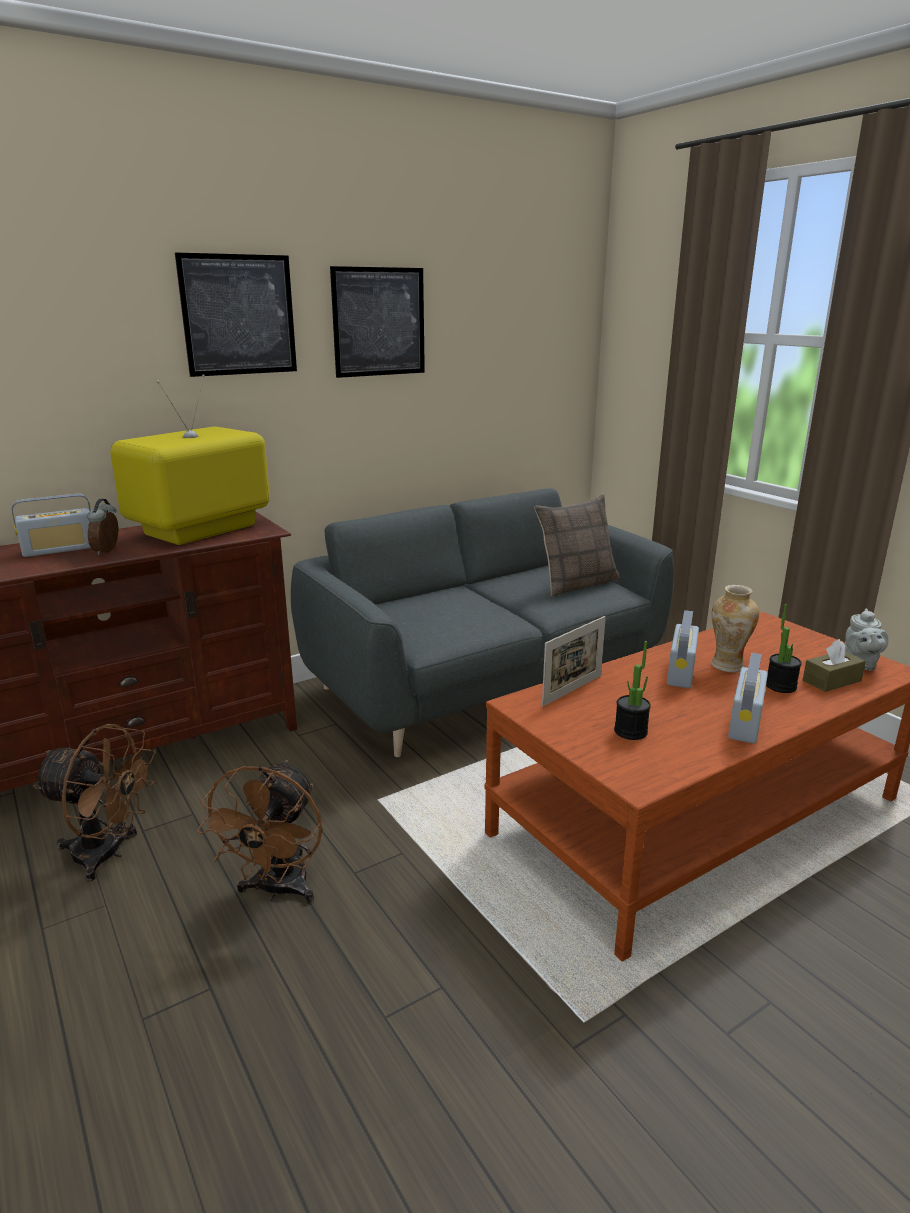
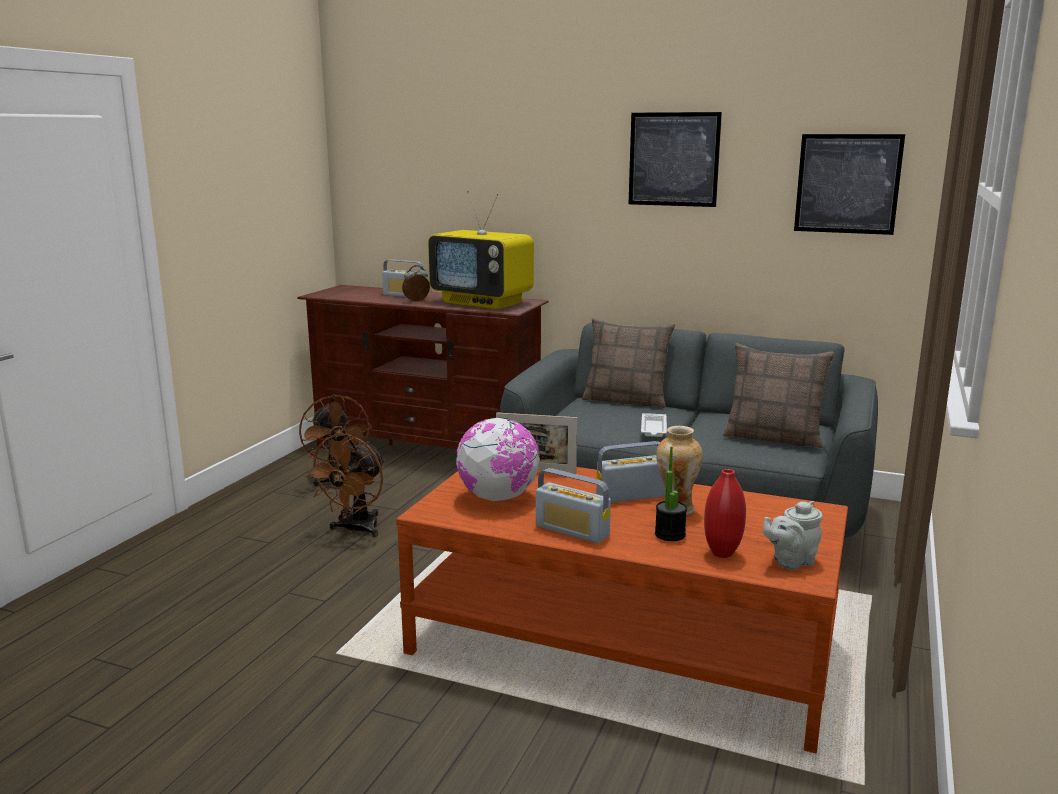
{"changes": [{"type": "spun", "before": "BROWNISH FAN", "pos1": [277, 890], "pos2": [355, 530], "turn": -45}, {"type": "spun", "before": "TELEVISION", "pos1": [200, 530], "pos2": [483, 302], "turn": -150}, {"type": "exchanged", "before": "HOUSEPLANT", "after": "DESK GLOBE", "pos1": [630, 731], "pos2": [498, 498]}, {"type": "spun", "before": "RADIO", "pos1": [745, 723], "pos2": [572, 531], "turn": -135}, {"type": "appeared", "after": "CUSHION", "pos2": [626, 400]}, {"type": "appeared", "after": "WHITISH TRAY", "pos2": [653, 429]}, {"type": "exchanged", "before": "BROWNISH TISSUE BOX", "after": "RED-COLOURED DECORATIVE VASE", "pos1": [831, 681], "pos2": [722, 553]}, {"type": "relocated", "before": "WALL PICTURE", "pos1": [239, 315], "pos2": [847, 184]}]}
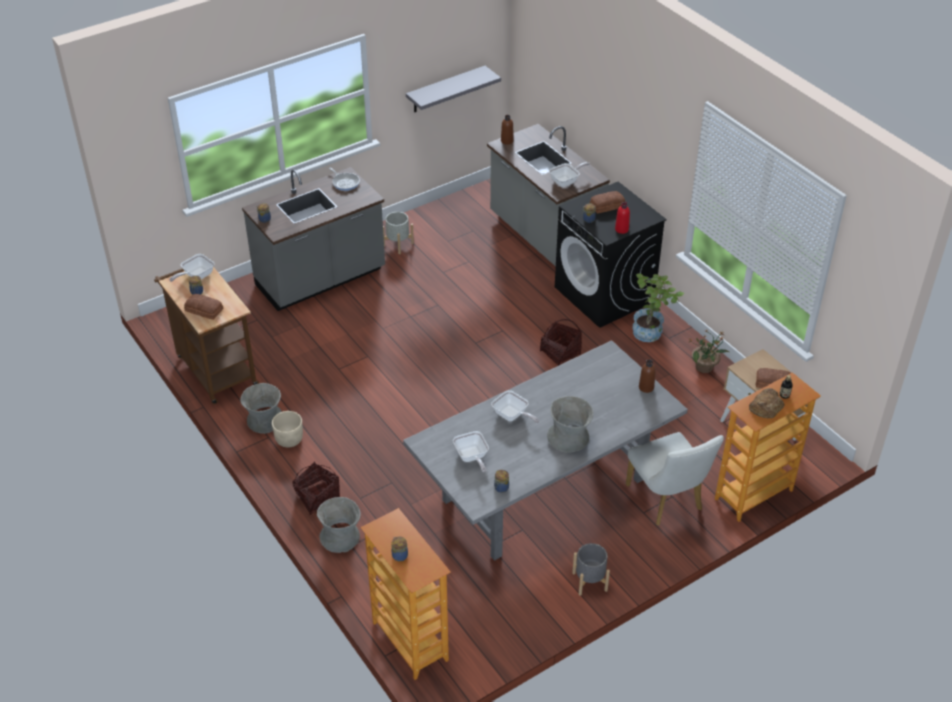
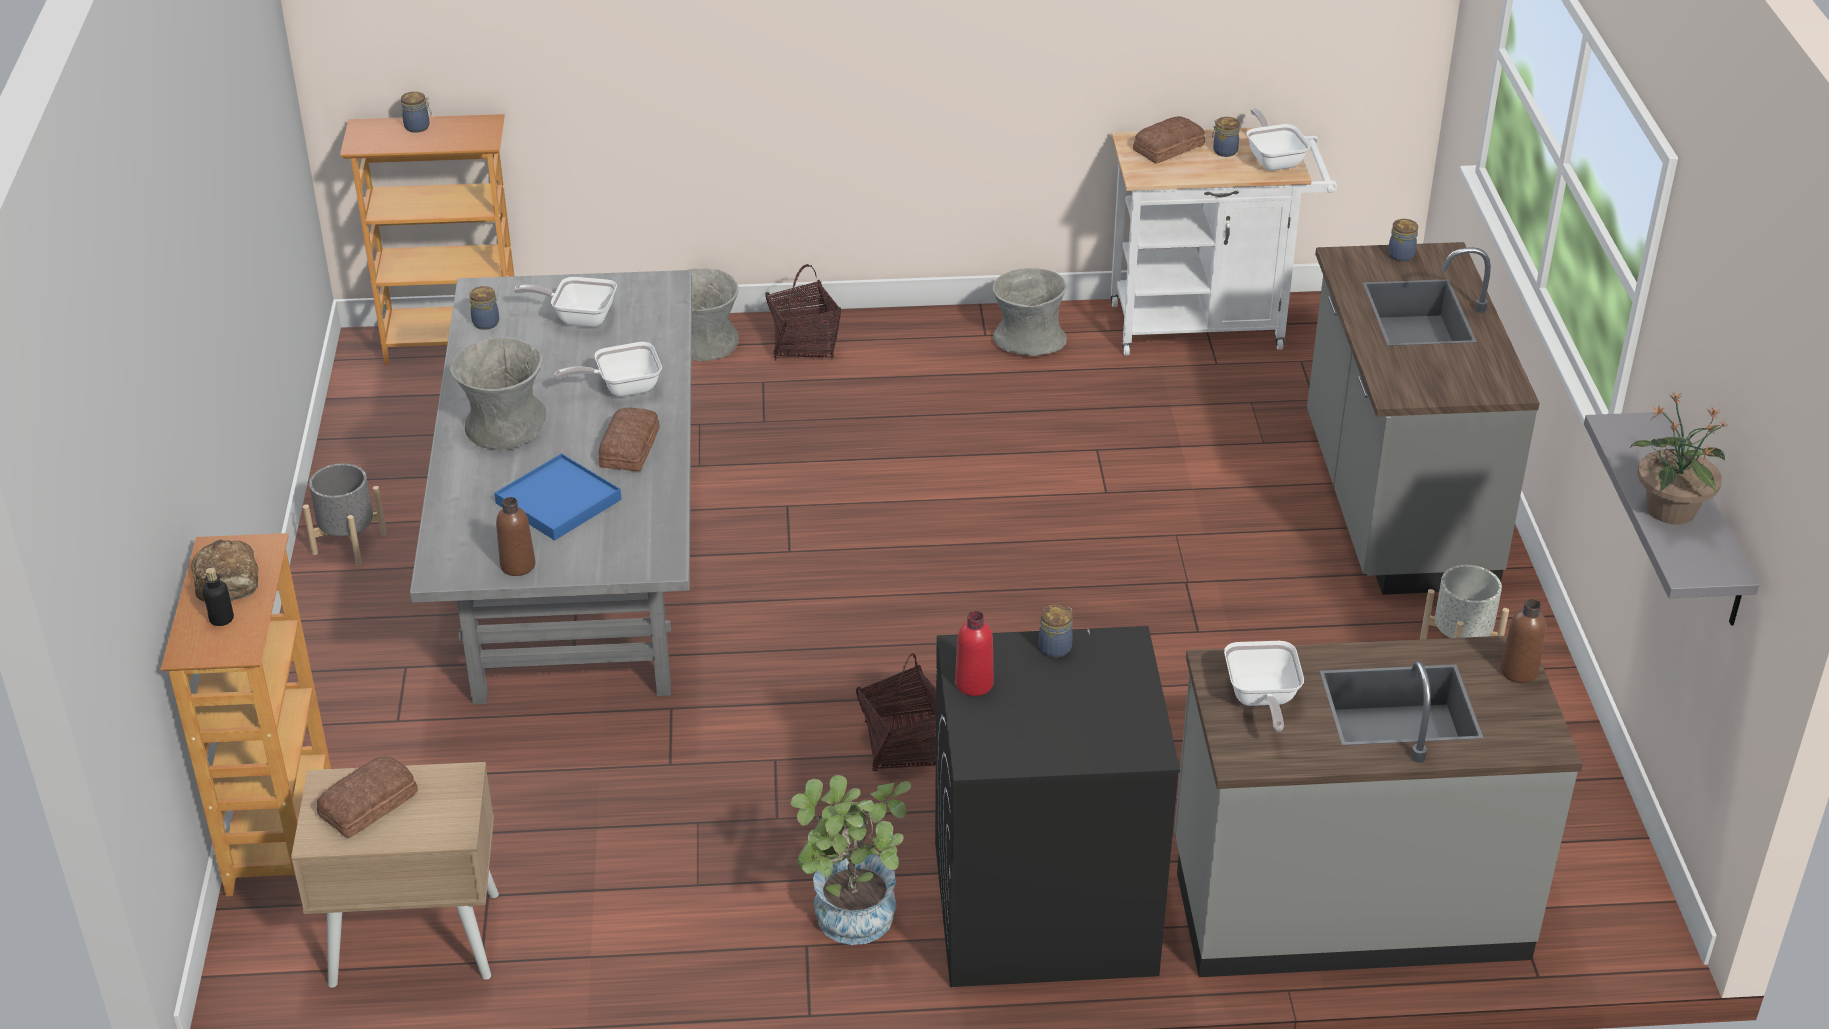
{"changes": [{"type": "appeared", "after": "BLUE-COLOURED TRAY", "pos2": [558, 501]}, {"type": "relocated", "before": "BREAD", "pos1": [606, 205], "pos2": [631, 447]}, {"type": "colour", "before": "BROWNISH TROLLEY", "after": "WHITISH TROLLEY", "pos1": [214, 368], "pos2": [1208, 325]}, {"type": "relocated", "before": "HOUSEPLANT", "pos1": [705, 367], "pos2": [1670, 510]}, {"type": "missing", "before": "BEIGE-COLOURED FLOWER POT", "pos1": [289, 439]}, {"type": "missing", "before": "SKILLET", "pos1": [345, 182]}, {"type": "missing", "before": "WHITISH CHAIR", "pos1": [667, 501]}]}
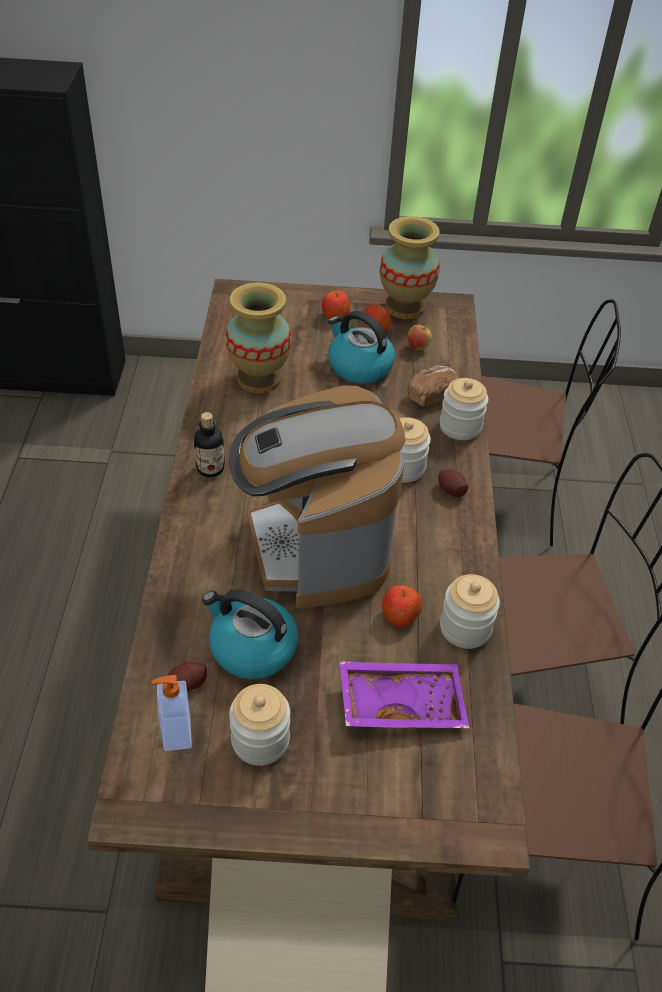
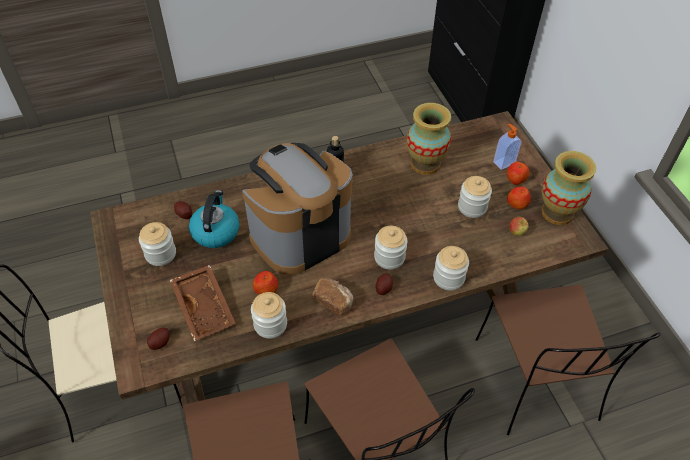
{"changes": [{"type": "appeared", "after": "SPUD", "pos2": [160, 342]}, {"type": "colour", "before": "PURPLE TRAY", "after": "BROWNISH TRAY", "pos1": [401, 702], "pos2": [205, 307]}, {"type": "relocated", "before": "BREAD", "pos1": [431, 395], "pos2": [333, 301]}, {"type": "exchanged", "before": "WATER KETTLE", "after": "JAR", "pos1": [359, 366], "pos2": [472, 207]}, {"type": "relocated", "before": "SOAP DISPENSER", "pos1": [175, 733], "pos2": [503, 162]}]}
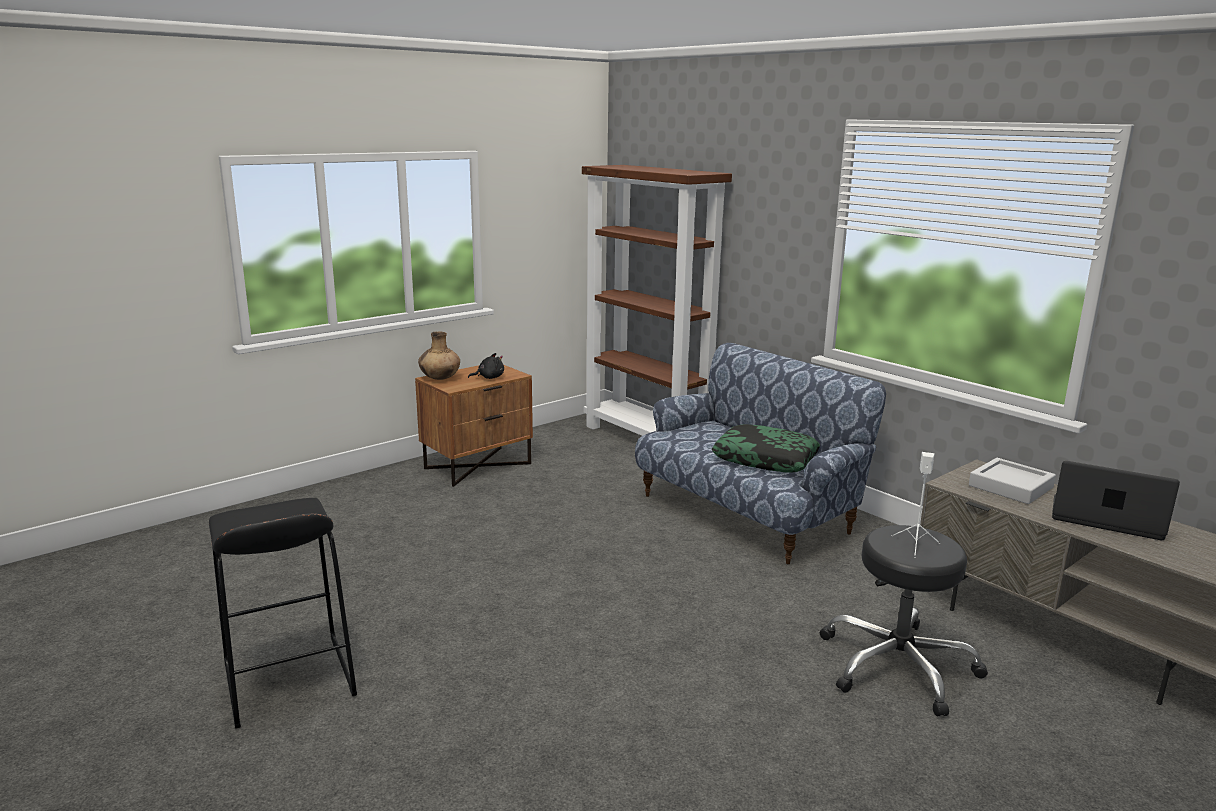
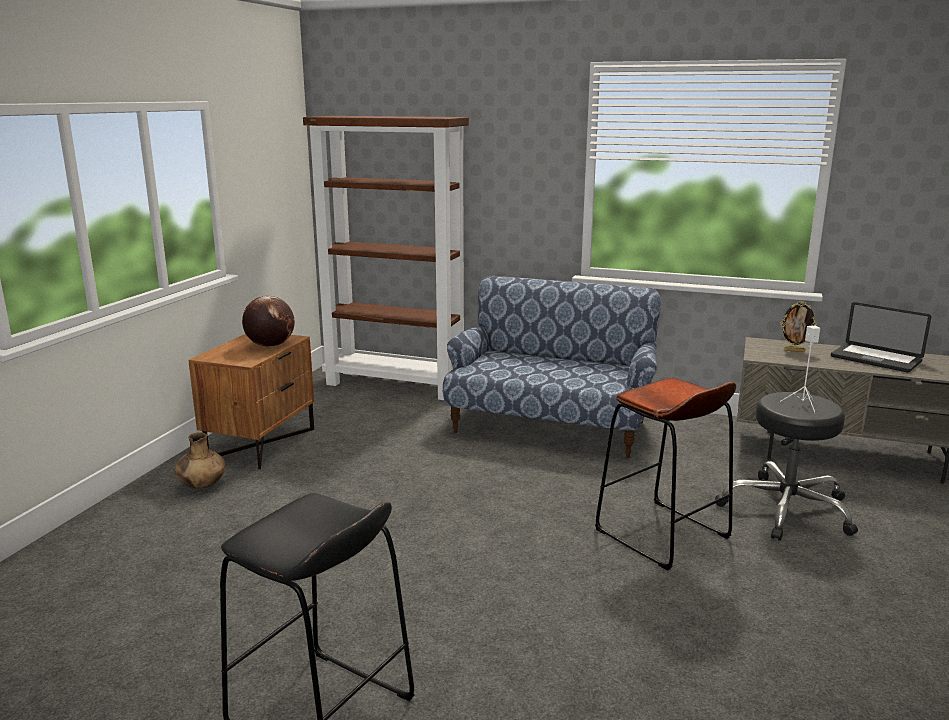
{"changes": [{"type": "relocated", "before": "BROWNISH DECORATIVE VASE", "pos1": [440, 378], "pos2": [202, 485]}, {"type": "exchanged", "before": "BLACK-COLOURED CUDDLY TOY", "after": "DESK GLOBE", "pos1": [489, 377], "pos2": [270, 346]}, {"type": "appeared", "after": "BROWNISH STOOL", "pos2": [662, 534]}, {"type": "exchanged", "before": "GREY TRAY", "after": "PICTURE FRAME", "pos1": [1010, 486], "pos2": [794, 350]}, {"type": "spun", "before": "LAPTOP", "pos1": [1106, 519], "pos2": [875, 359], "turn": -135}, {"type": "missing", "before": "CUSHION", "pos1": [765, 459]}]}
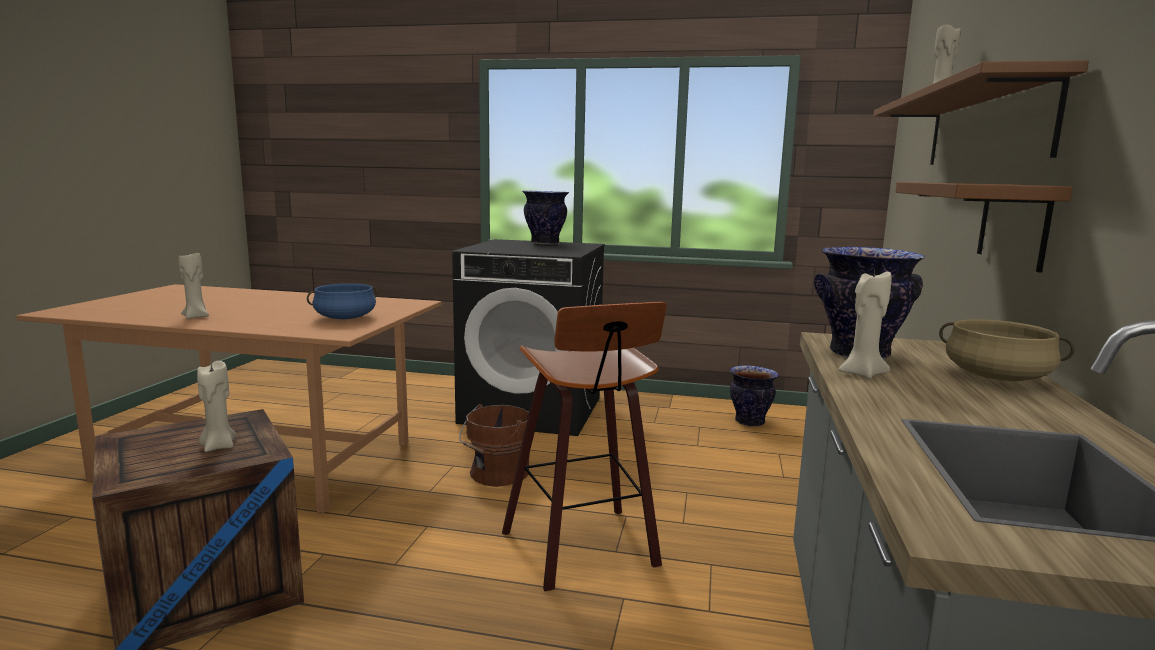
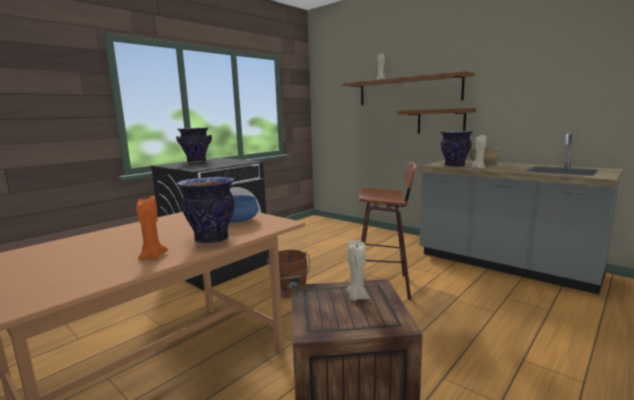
{"changes": [{"type": "colour", "before": "BEIGE-COLOURED WAX CANDLE", "after": "ORANGE WAX CANDLE", "pos1": [196, 317], "pos2": [152, 256]}, {"type": "relocated", "before": "DECORATIVE VASE", "pos1": [750, 422], "pos2": [212, 239]}]}
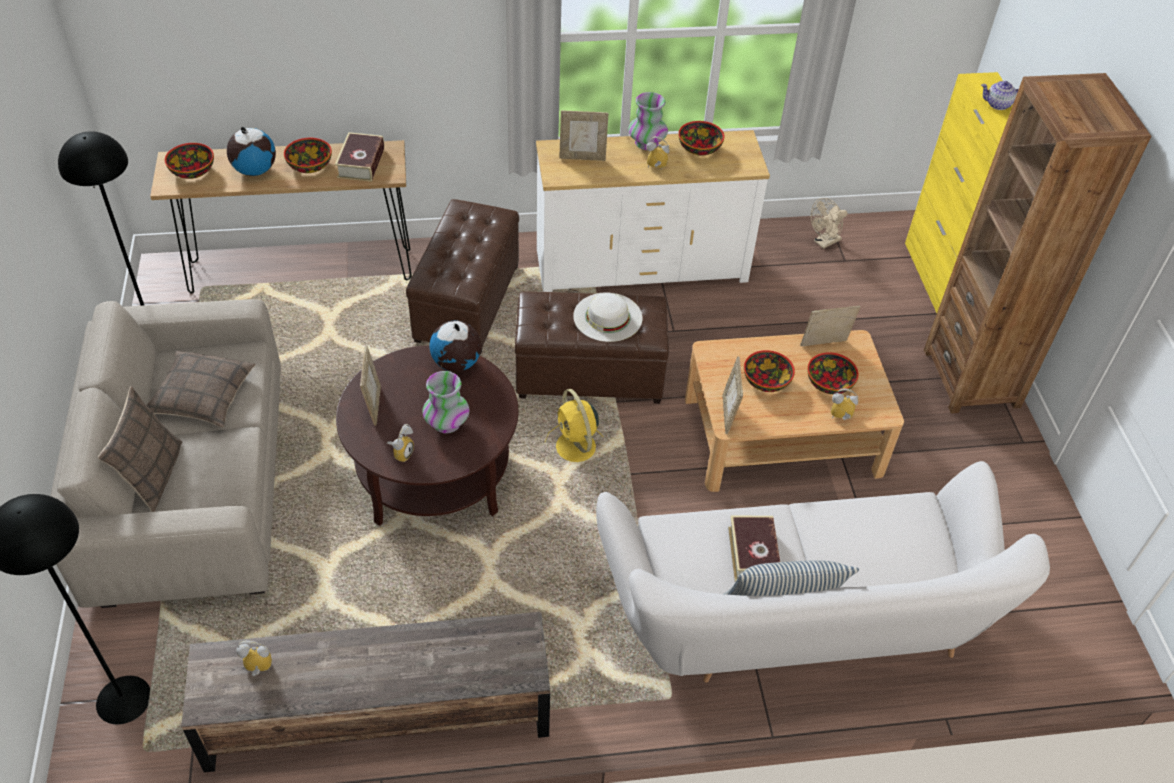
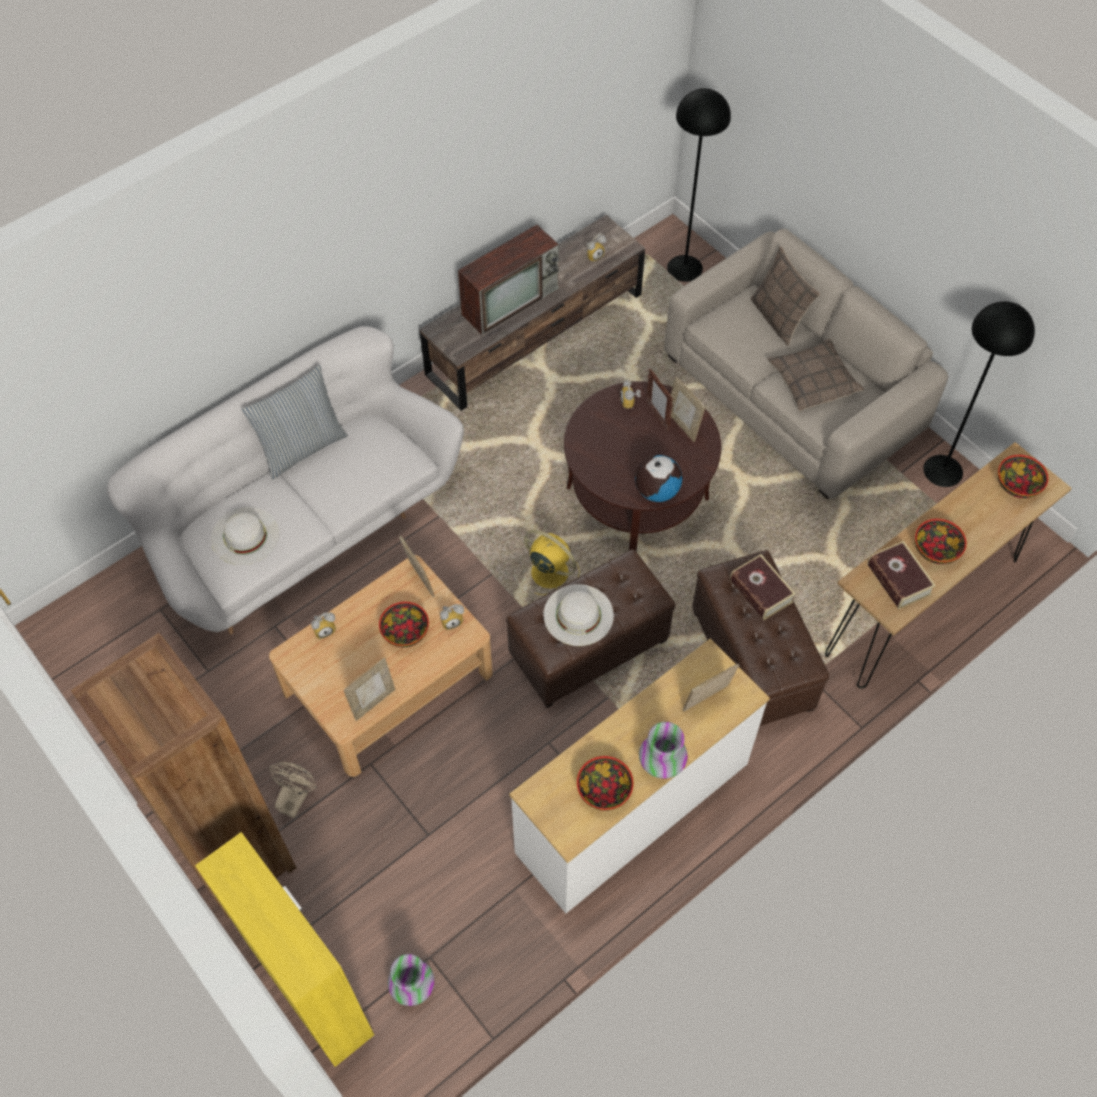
{"changes": [{"type": "appeared", "after": "WHITISH WEARABLE HAT", "pos2": [245, 536]}, {"type": "relocated", "before": "BEIGE-COLOURED FAN", "pos1": [824, 242], "pos2": [295, 797]}, {"type": "relocated", "before": "DECORATIVE VASE", "pos1": [446, 423], "pos2": [413, 986]}, {"type": "relocated", "before": "BEDSIDE CLOCK", "pos1": [655, 168], "pos2": [452, 620]}, {"type": "appeared", "after": "TELEVISION", "pos2": [511, 300]}, {"type": "appeared", "after": "PICTURE FRAME", "pos2": [657, 416]}, {"type": "relocated", "before": "BOOK", "pos1": [753, 553], "pos2": [760, 591]}, {"type": "missing", "before": "DESK GLOBE", "pos1": [255, 170]}, {"type": "missing", "before": "SERVING BOWL", "pos1": [829, 383]}, {"type": "missing", "before": "POT FOR TEA", "pos1": [998, 105]}]}
